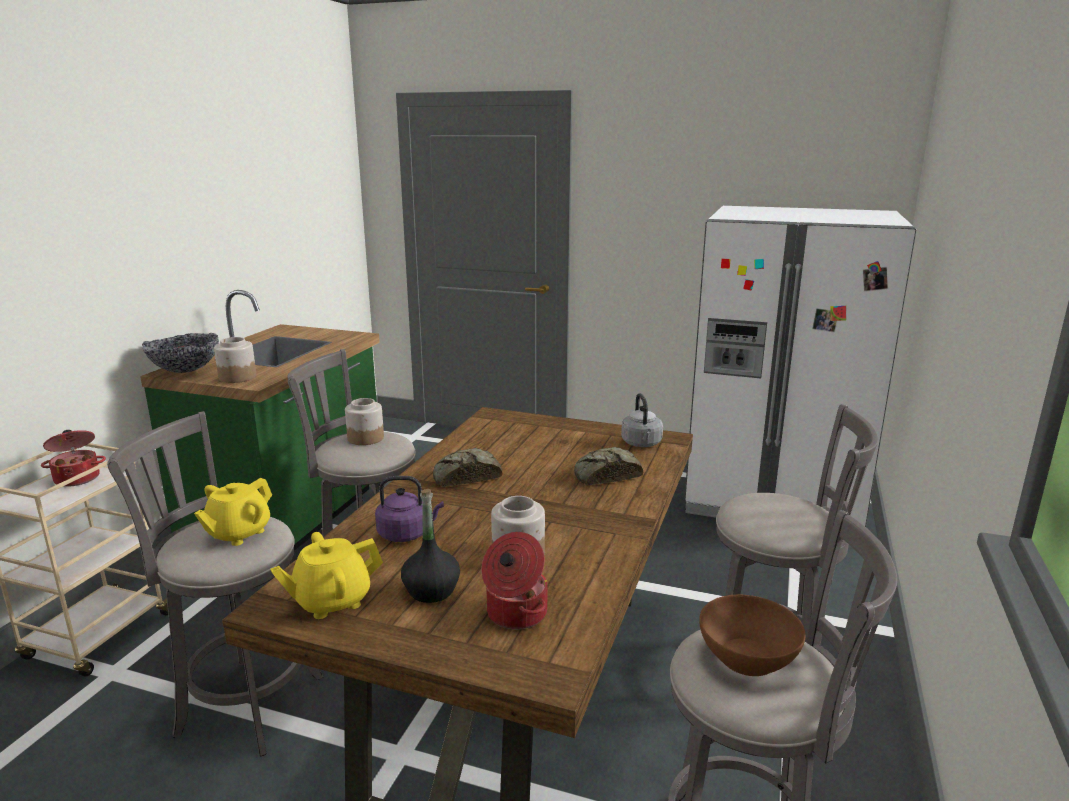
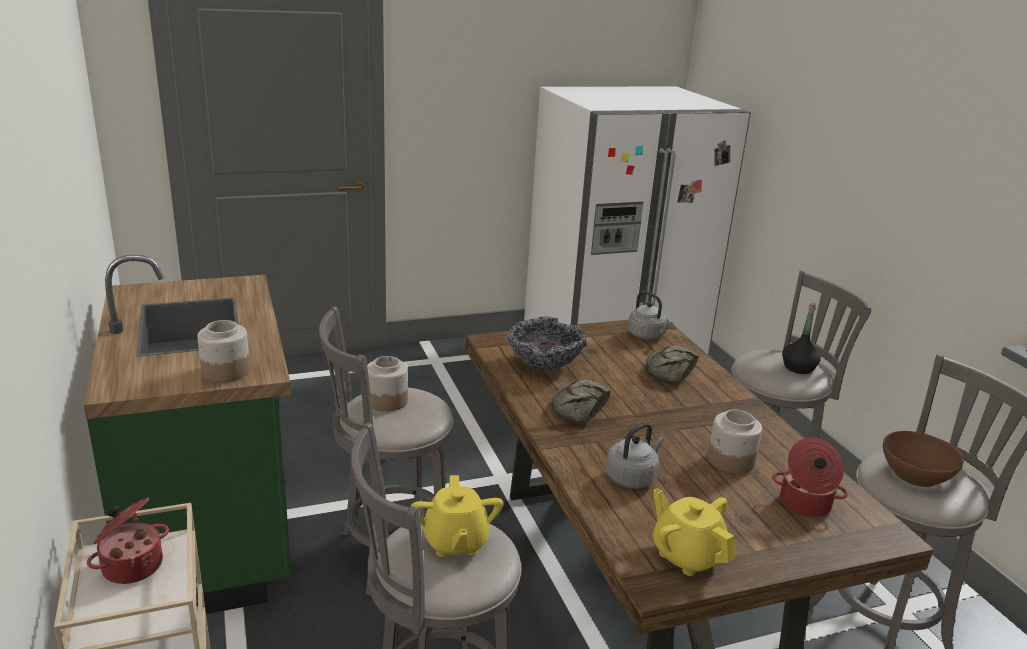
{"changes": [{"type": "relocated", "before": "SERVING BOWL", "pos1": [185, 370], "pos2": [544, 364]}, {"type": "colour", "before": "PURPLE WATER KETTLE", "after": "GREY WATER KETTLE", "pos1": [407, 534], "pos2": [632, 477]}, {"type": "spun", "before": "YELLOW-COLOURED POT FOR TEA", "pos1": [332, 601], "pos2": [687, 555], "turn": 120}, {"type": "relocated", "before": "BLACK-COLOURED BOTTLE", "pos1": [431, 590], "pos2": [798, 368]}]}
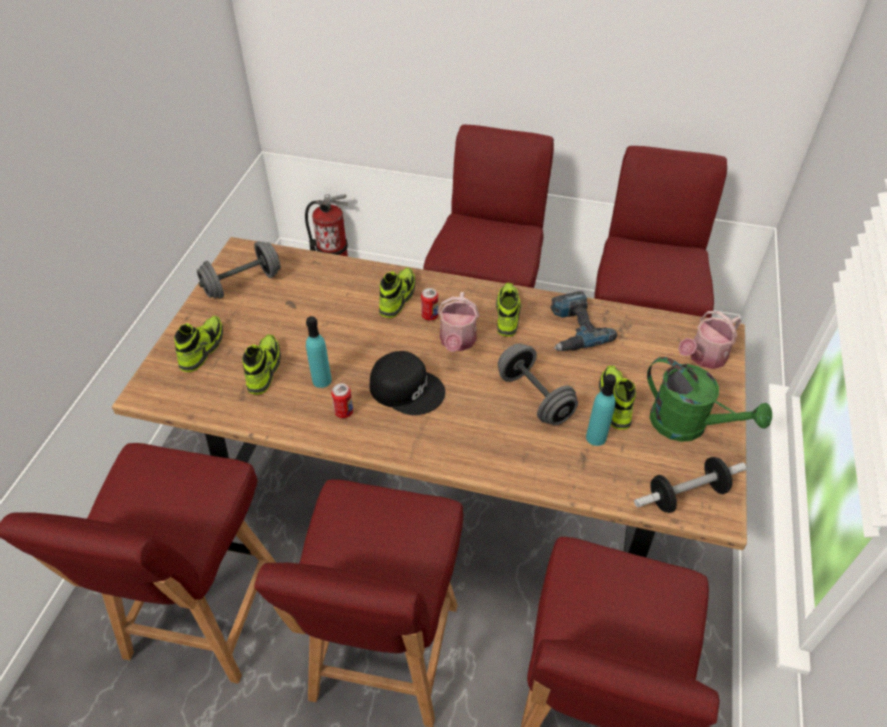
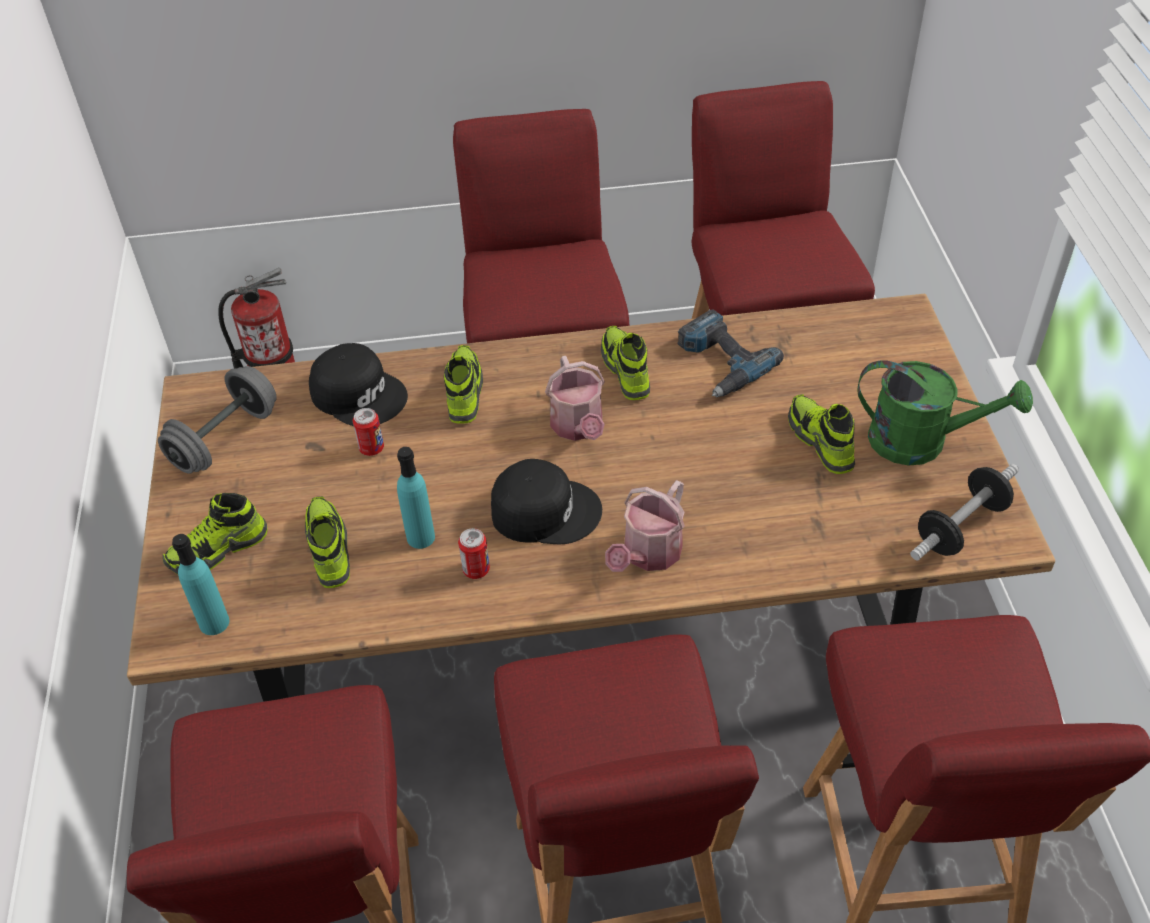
{"changes": [{"type": "spun", "before": "LOW SHOE", "pos1": [202, 349], "pos2": [218, 550], "turn": -120}, {"type": "relocated", "before": "BLUE-GREEN BOTTLE", "pos1": [596, 437], "pos2": [214, 622]}, {"type": "appeared", "after": "BLACK-COLOURED CAP", "pos2": [359, 393]}, {"type": "relocated", "before": "SEALED CAN", "pos1": [429, 316], "pos2": [371, 448]}, {"type": "relocated", "before": "WATERING POT", "pos1": [704, 357], "pos2": [648, 555]}, {"type": "missing", "before": "GREY DUMBBELL", "pos1": [534, 397]}]}
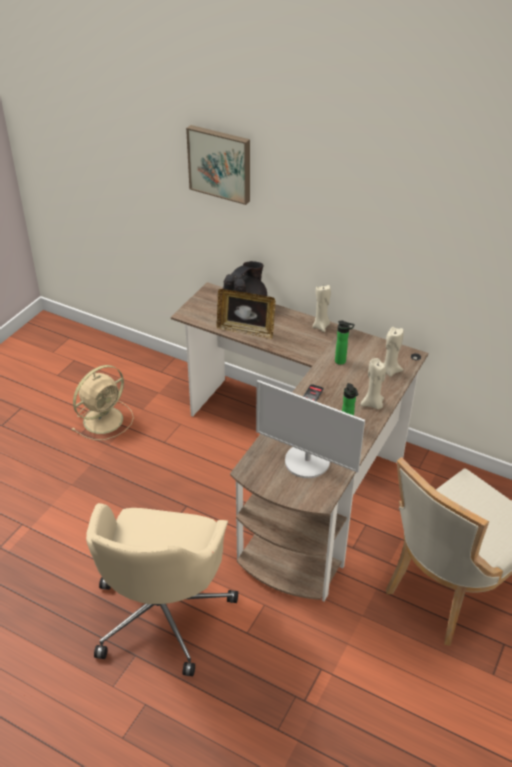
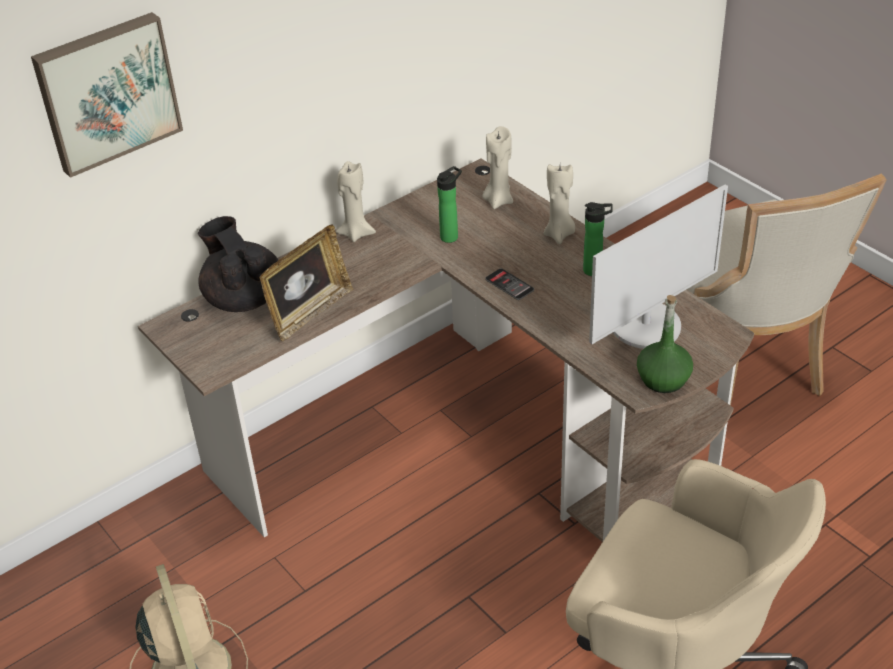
{"changes": [{"type": "appeared", "after": "GREEN-COLOURED BOTTLE", "pos2": [663, 379]}]}
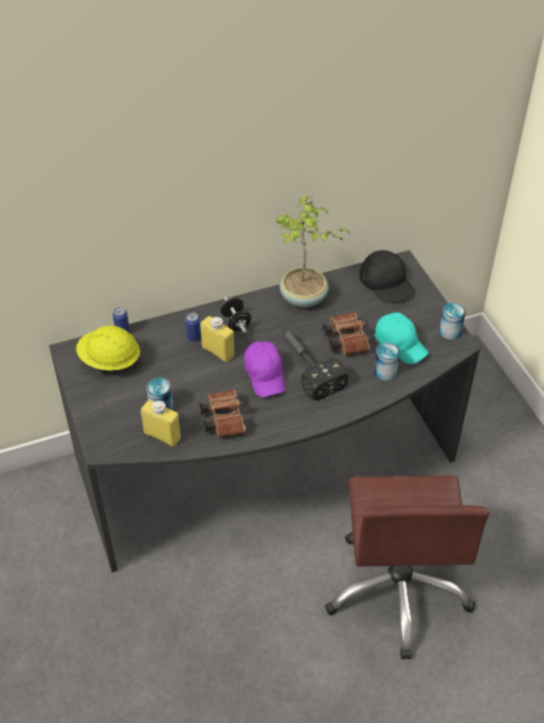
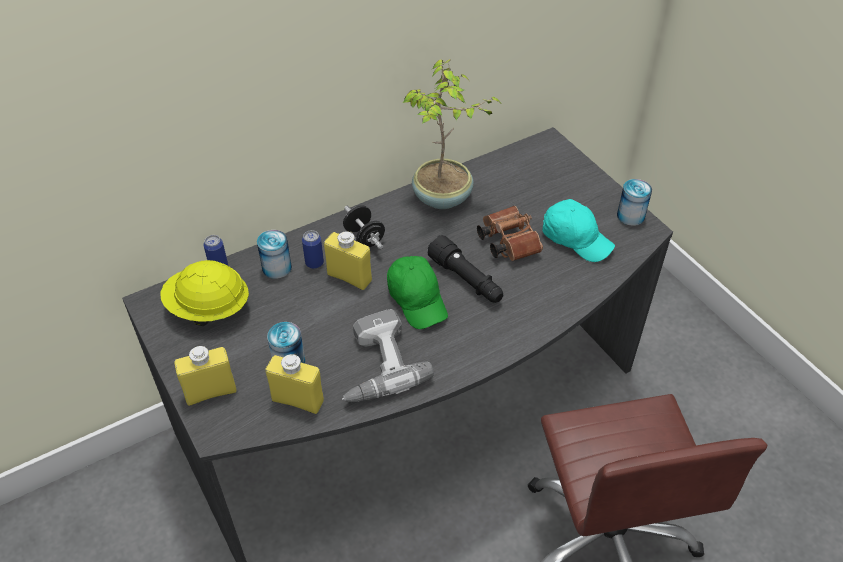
{"changes": [{"type": "appeared", "after": "YELLOW-COLOURED BOTTLE", "pos2": [210, 392]}, {"type": "relocated", "before": "SEALED CAN", "pos1": [385, 372], "pos2": [277, 268]}, {"type": "exchanged", "before": "BROWNISH FIELD GLASSES", "after": "POWER DRILL", "pos1": [223, 419], "pos2": [375, 365]}, {"type": "colour", "before": "PURPLE CAP", "after": "GREEN-COLOURED CAP", "pos1": [265, 375], "pos2": [417, 299]}, {"type": "exchanged", "before": "TOOL HAMMER", "after": "BLACK-COLOURED TORCH", "pos1": [306, 365], "pos2": [466, 280]}, {"type": "missing", "before": "BLACK-COLOURED CAP", "pos1": [387, 282]}]}
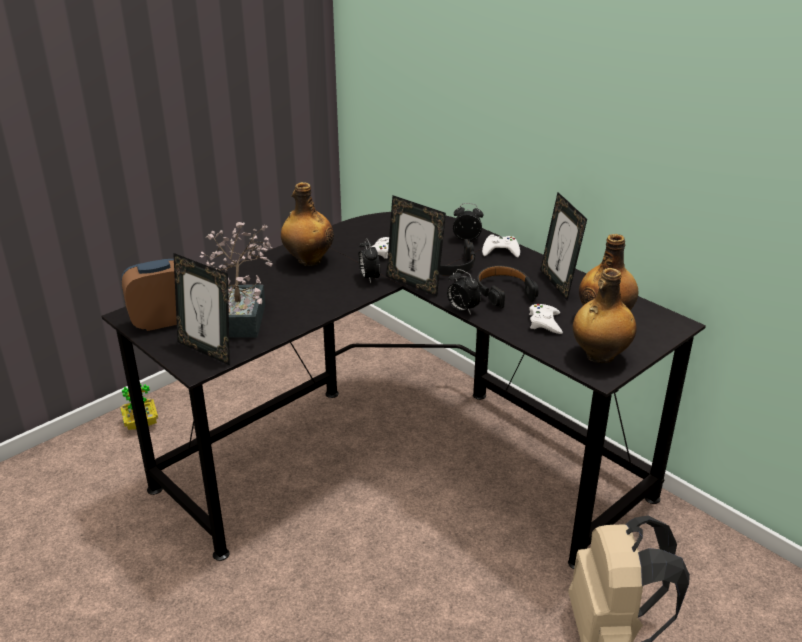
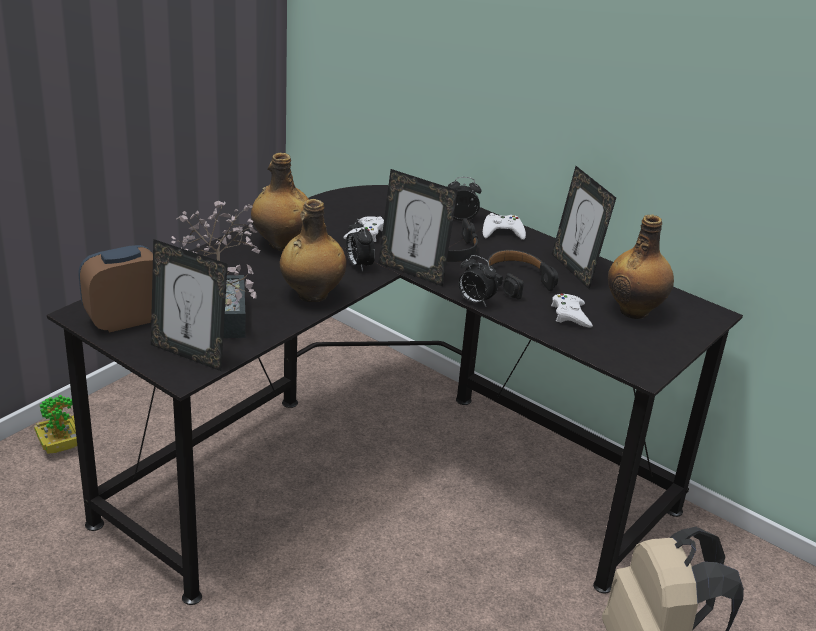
{"changes": [{"type": "relocated", "before": "BOTTLE", "pos1": [599, 356], "pos2": [311, 295]}]}
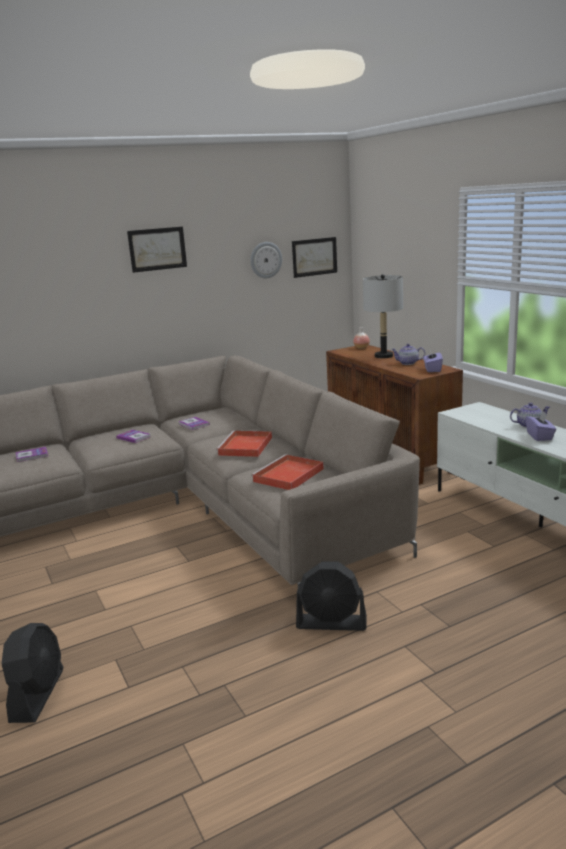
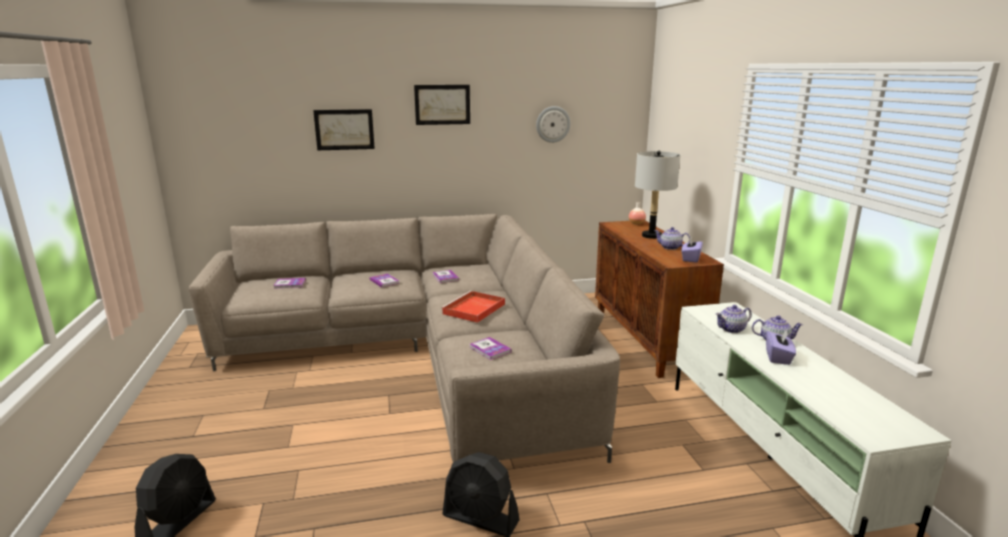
{"changes": [{"type": "relocated", "before": "WALL PICTURE", "pos1": [314, 257], "pos2": [344, 129]}, {"type": "exchanged", "before": "RED-COLOURED TRAY", "after": "BOOK", "pos1": [288, 476], "pos2": [490, 349]}, {"type": "appeared", "after": "POT FOR TEA", "pos2": [732, 329]}]}
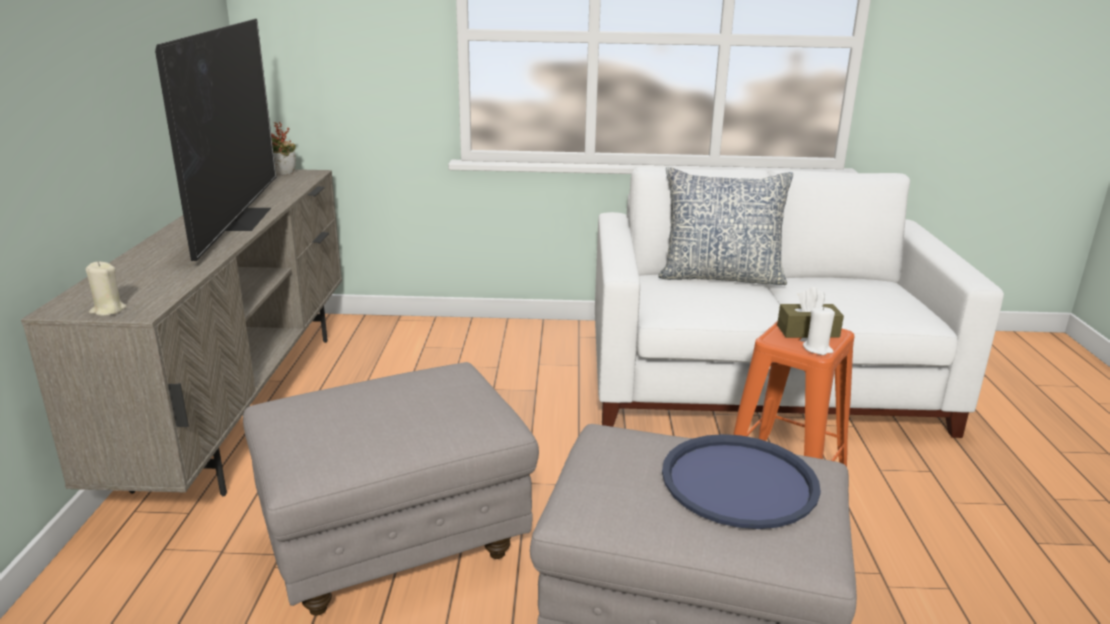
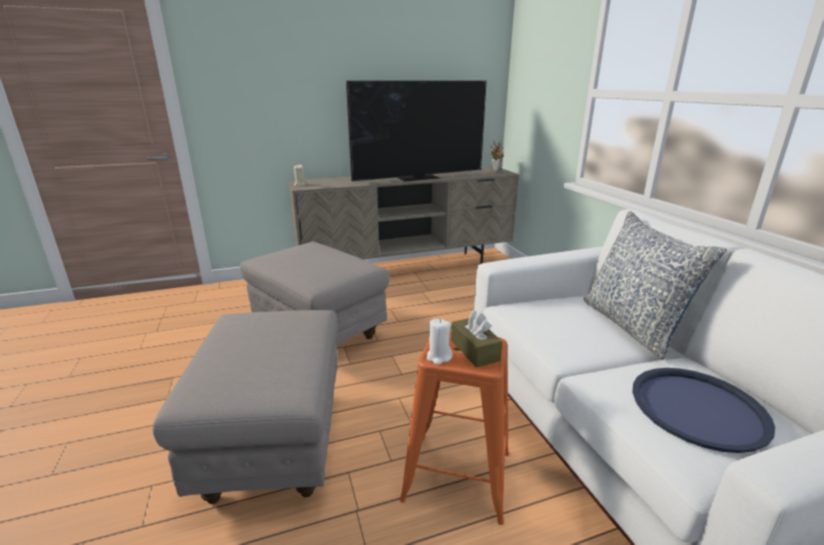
{"changes": [{"type": "relocated", "before": "BLUE-COLOURED TRAY", "pos1": [739, 482], "pos2": [697, 408]}]}
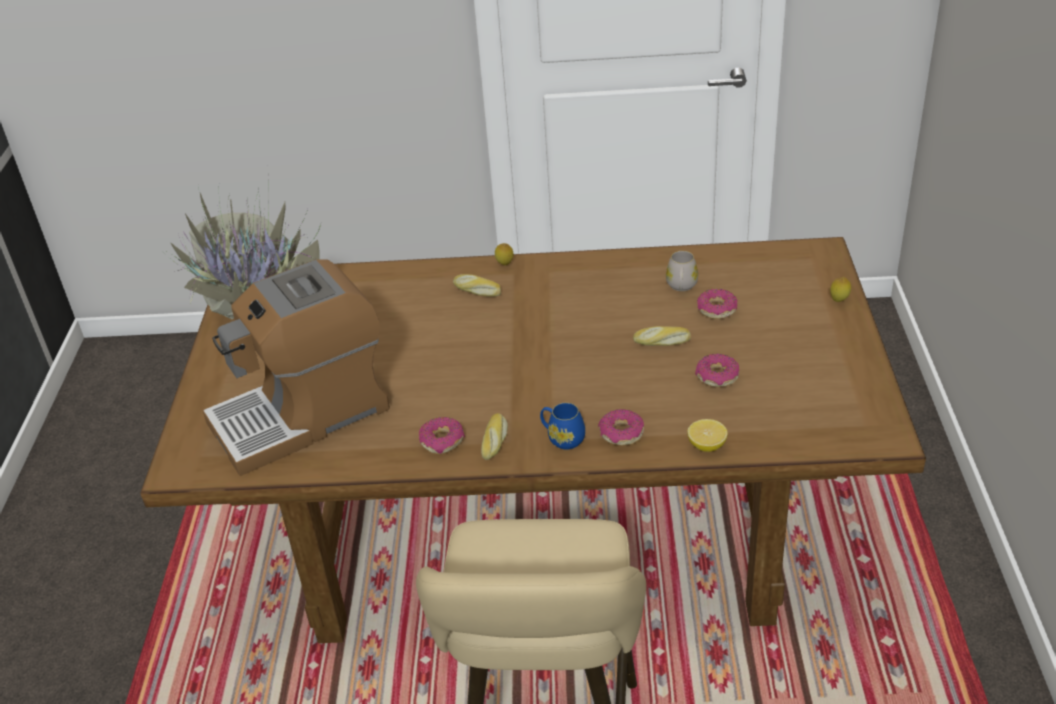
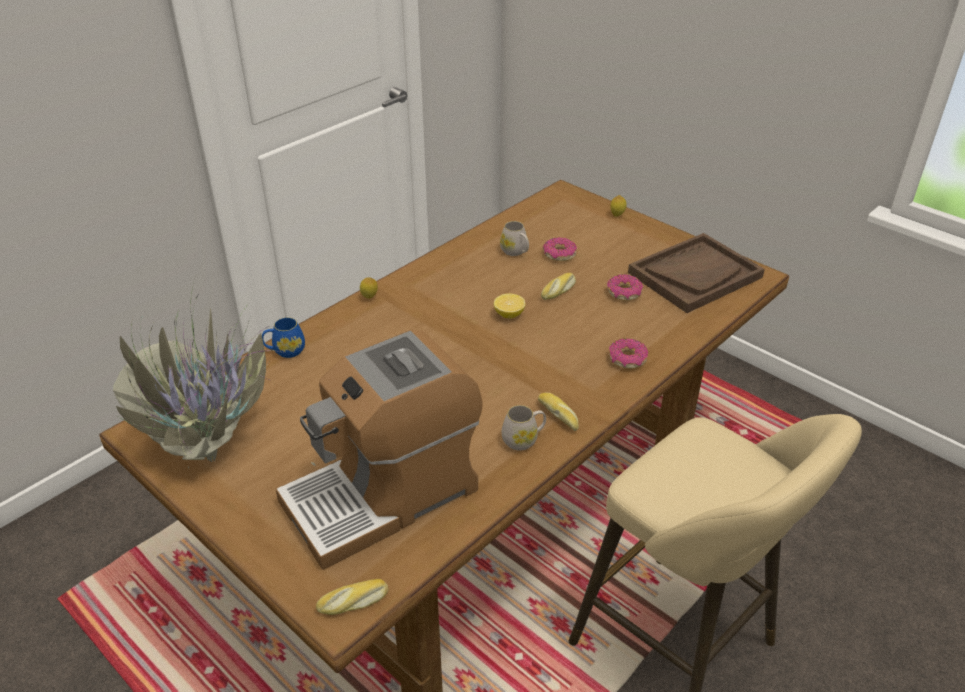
{"changes": [{"type": "relocated", "before": "BLUE-COLOURED TEA MUG", "pos1": [562, 438], "pos2": [285, 351]}, {"type": "spun", "before": "COFFEE BREWER", "pos1": [302, 415], "pos2": [383, 494], "turn": 45}, {"type": "relocated", "before": "BREAD", "pos1": [476, 291], "pos2": [353, 603]}, {"type": "relocated", "before": "CITRUS FRUIT", "pos1": [707, 446], "pos2": [509, 314]}, {"type": "exchanged", "before": "DONUT", "after": "WHITISH TEA MUG", "pos1": [442, 441], "pos2": [523, 439]}, {"type": "appeared", "after": "BROWNISH TRAY", "pos2": [695, 275]}]}
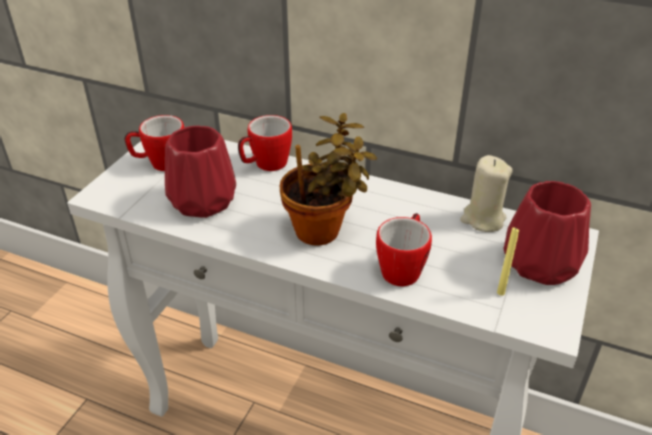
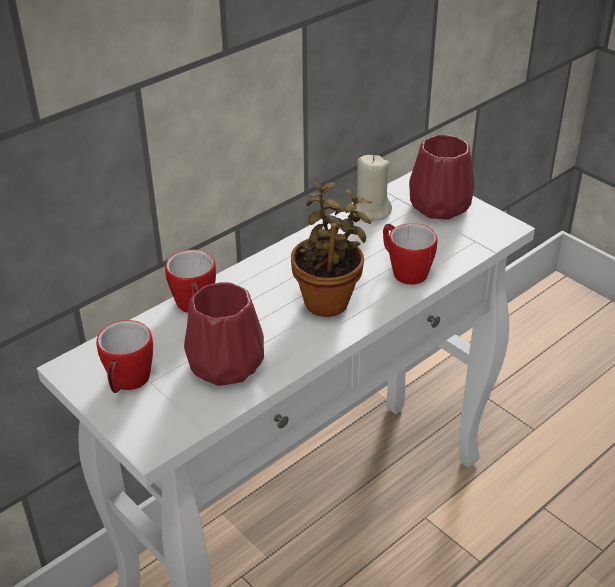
{"changes": [{"type": "missing", "before": "YELLOW-COLOURED WAX CANDLE", "pos1": [500, 293]}]}
